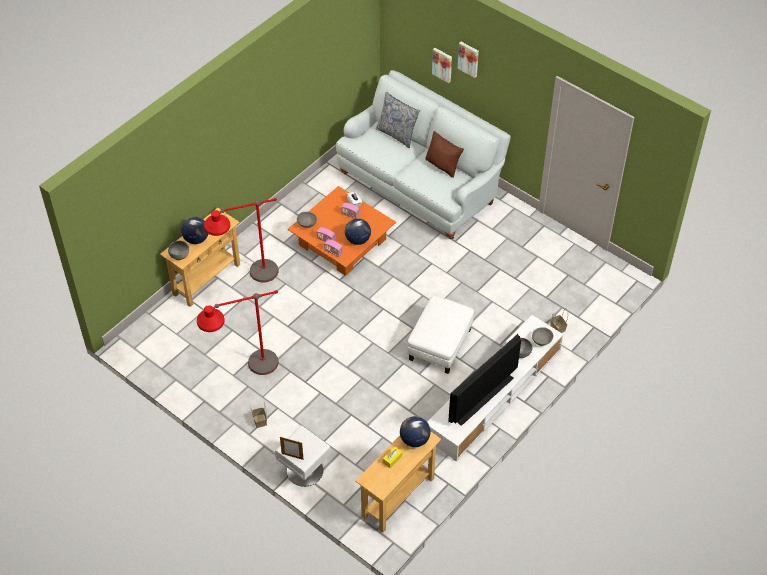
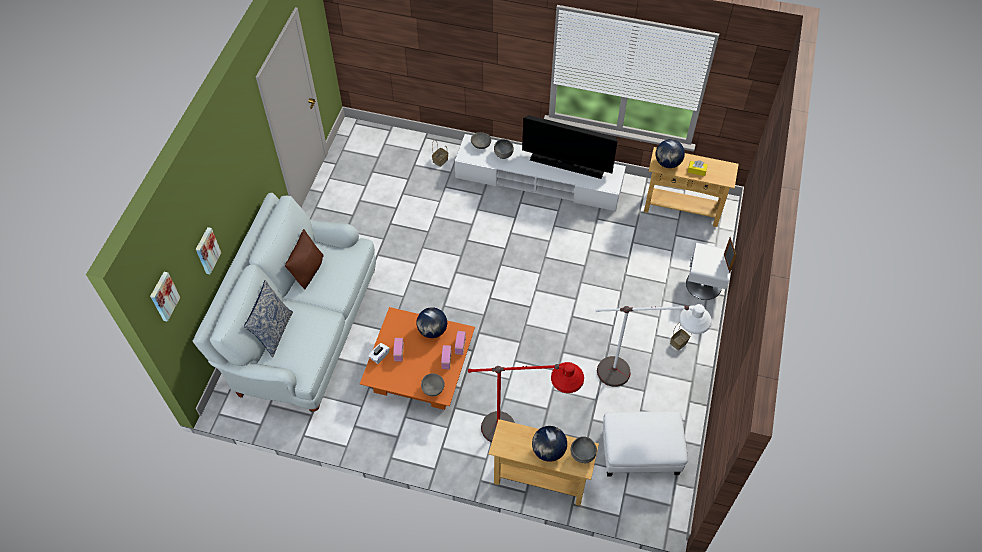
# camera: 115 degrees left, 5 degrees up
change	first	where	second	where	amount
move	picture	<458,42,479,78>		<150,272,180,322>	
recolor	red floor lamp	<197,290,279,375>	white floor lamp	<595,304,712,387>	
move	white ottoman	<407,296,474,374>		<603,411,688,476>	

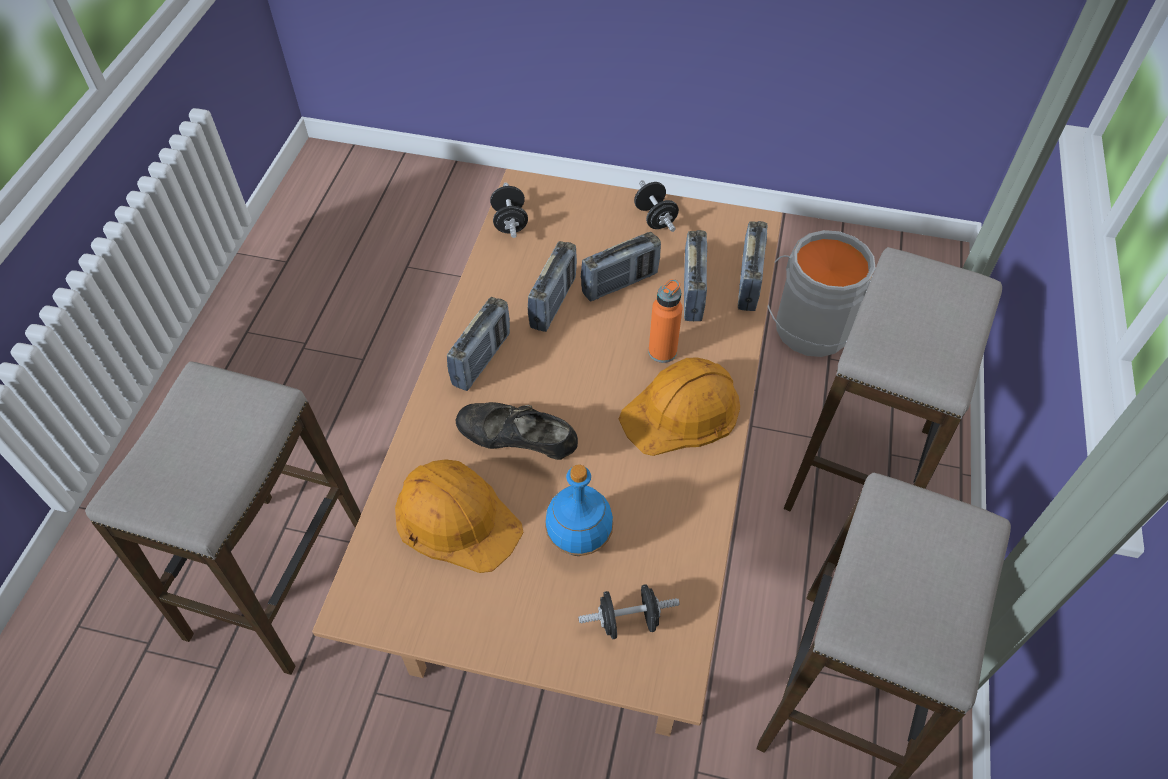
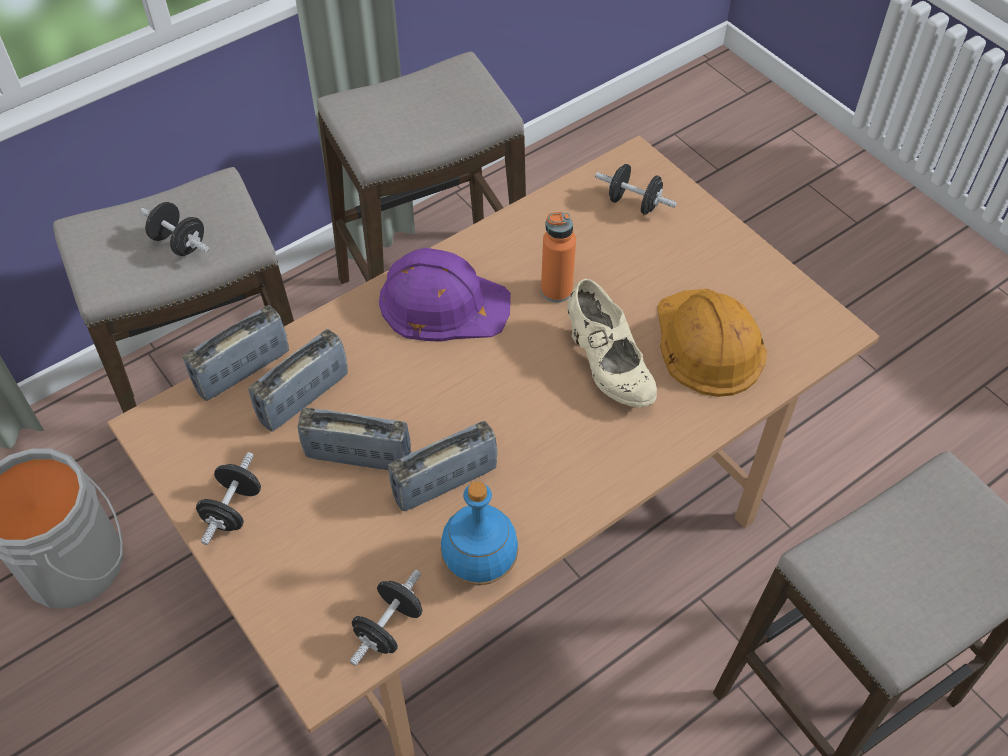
# camera: 140 degrees left, 0 degrees up
change	first	where	second	where	amount
insert			black dumbbell	<140,202,209,256>	
recolor	orange hard hat	<619,358,740,456>	purple hard hat	<379,248,511,342>	
move	blue bottle	<545,464,613,556>		<440,481,519,585>	
move	orange bottle	<649,279,682,363>		<541,212,576,303>	
recolor	black shoe	<456,402,578,460>	beige shoe	<567,279,657,407>	
delete	radio	<447,297,510,391>			

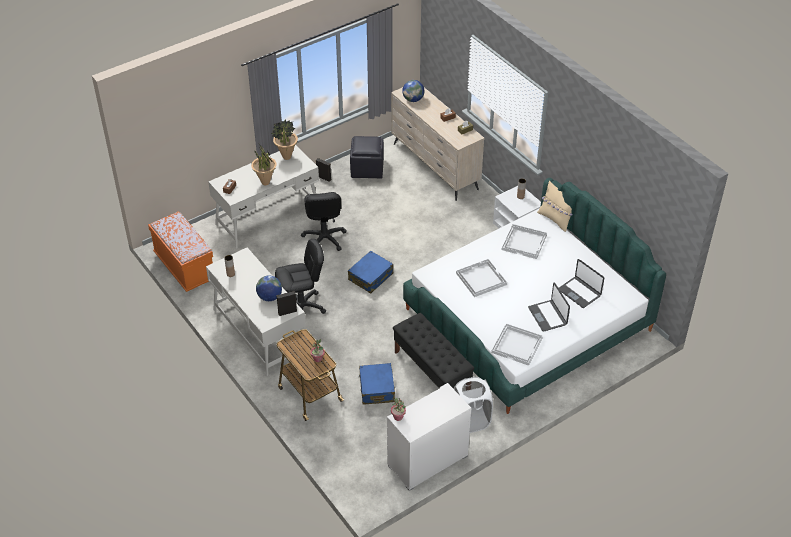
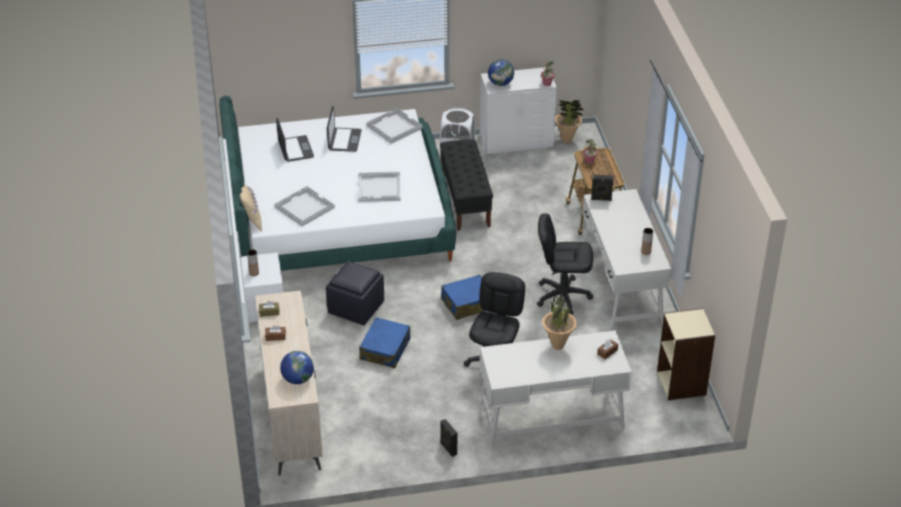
# camera: 155 degrees left, 5 degrees down
change	first	where	second	where	amount
move	black ottoman	<350,136,384,179>		<326,261,384,325>	
move	blue suitcase	<359,363,395,405>		<359,317,411,368>	
move	globe	<256,275,282,301>		<488,59,514,86>	
move	potted plant	<271,120,298,160>		<555,100,583,143>	
replace	orange bench	<148,212,213,292>	beige bookcase	<657,308,715,400>	

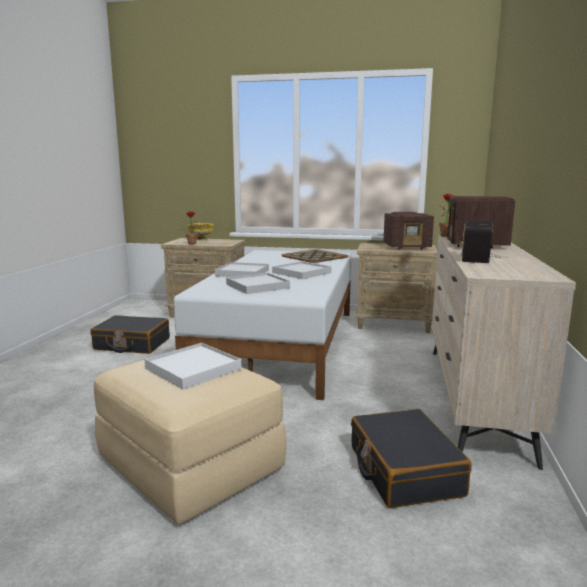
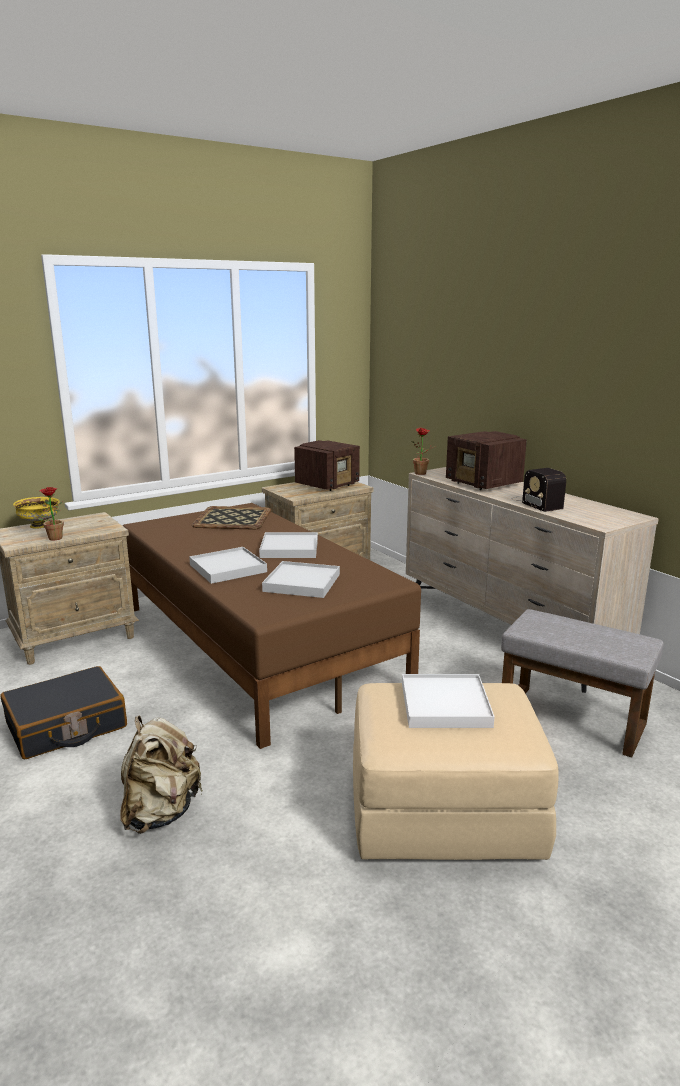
# camera: 45 degrees left, 5 degrees up
change	first	where	second	where	amount
insert			beige backpack	<120,716,203,834>	
recolor	white bed	<174,250,351,400>	brown bed	<123,503,421,749>	
replace	black suitcase	<351,409,471,508>	grey ottoman	<501,609,664,758>	

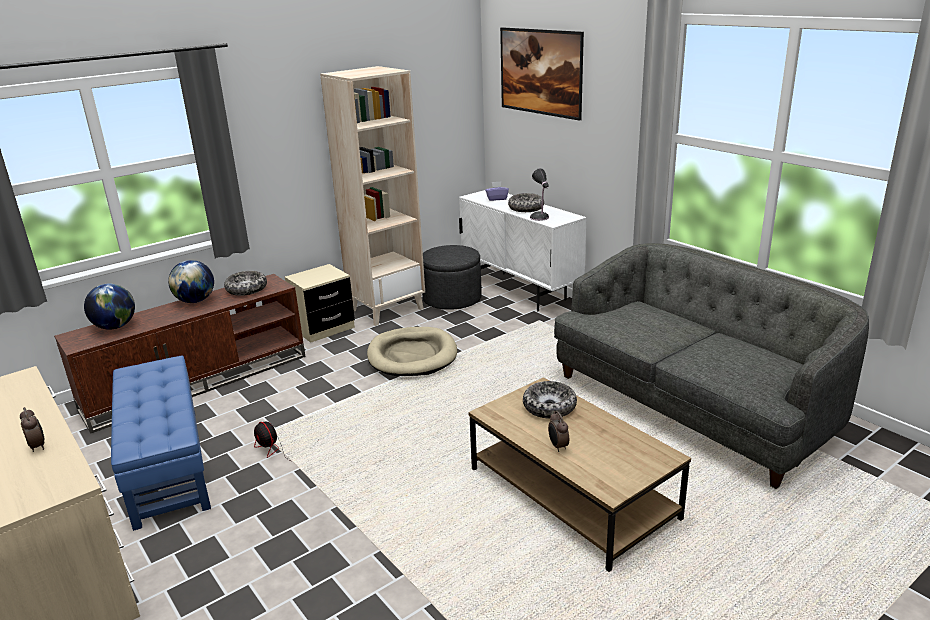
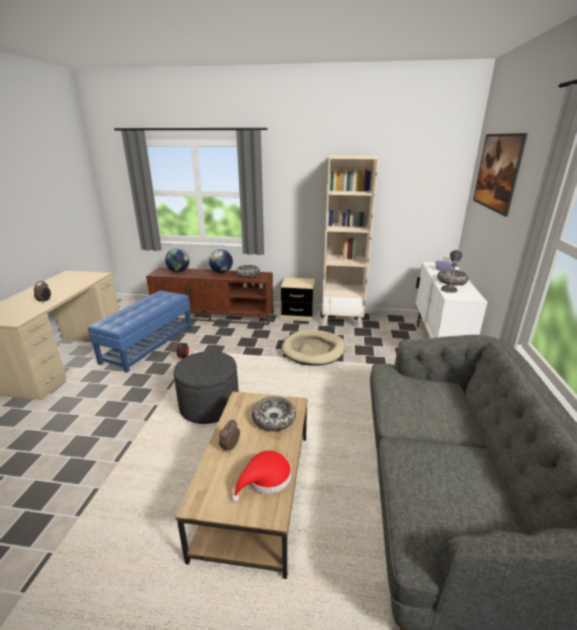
# camera: 45 degrees right, 0 degrees up
change	first	where	second	where	amount
move	grey ottoman	<422,245,482,310>		<174,351,239,424>	
insert			red hat	<232,451,292,502>	

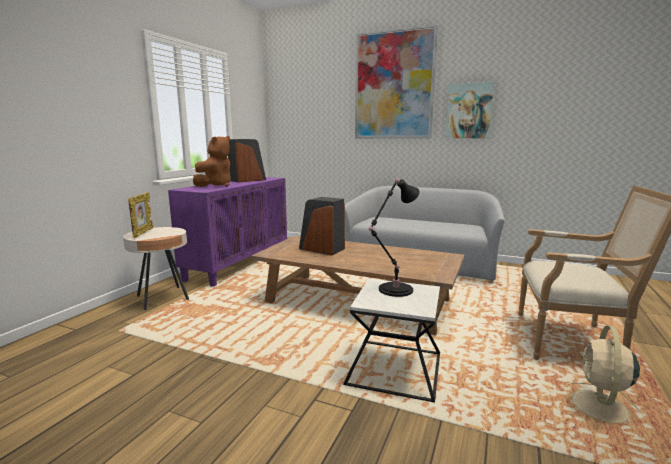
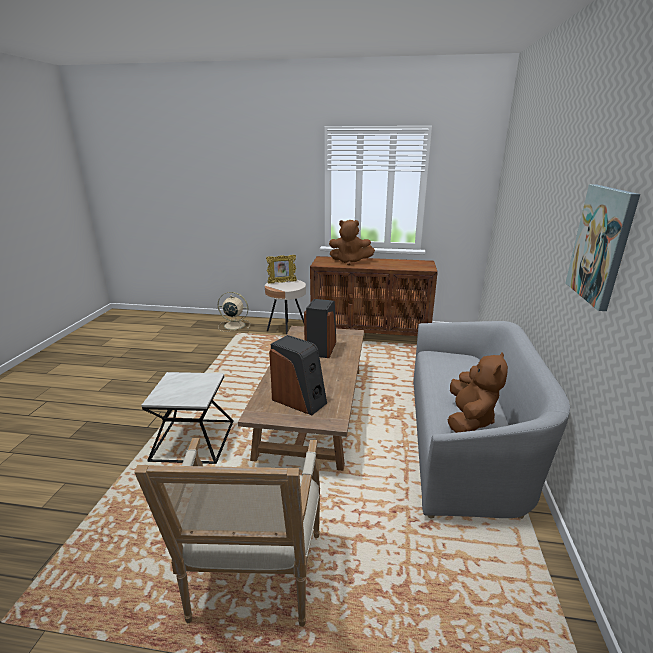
# camera: 75 degrees right, 10 degrees up
change	first	where	second	where	amount
move	beige fan	<562,325,644,423>		<218,292,250,332>	
move	speaker	<228,139,266,183>		<269,335,327,415>	
recolor	purple cabinet	<168,177,287,287>	brown cabinet	<310,256,438,336>	
insert			brown plush toy	<448,352,508,433>	
delete	picture	<355,25,438,139>			
delete	black table lamp	<369,179,419,297>			

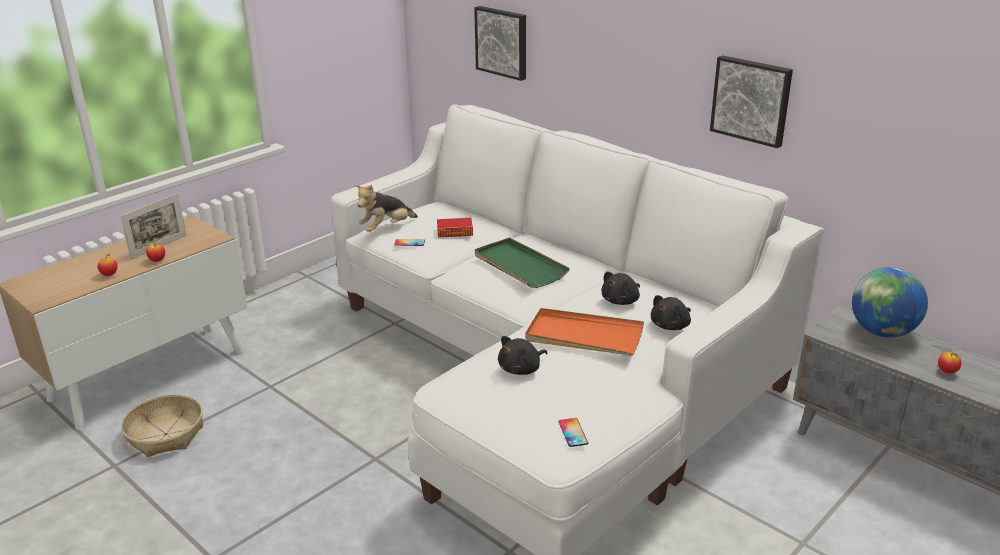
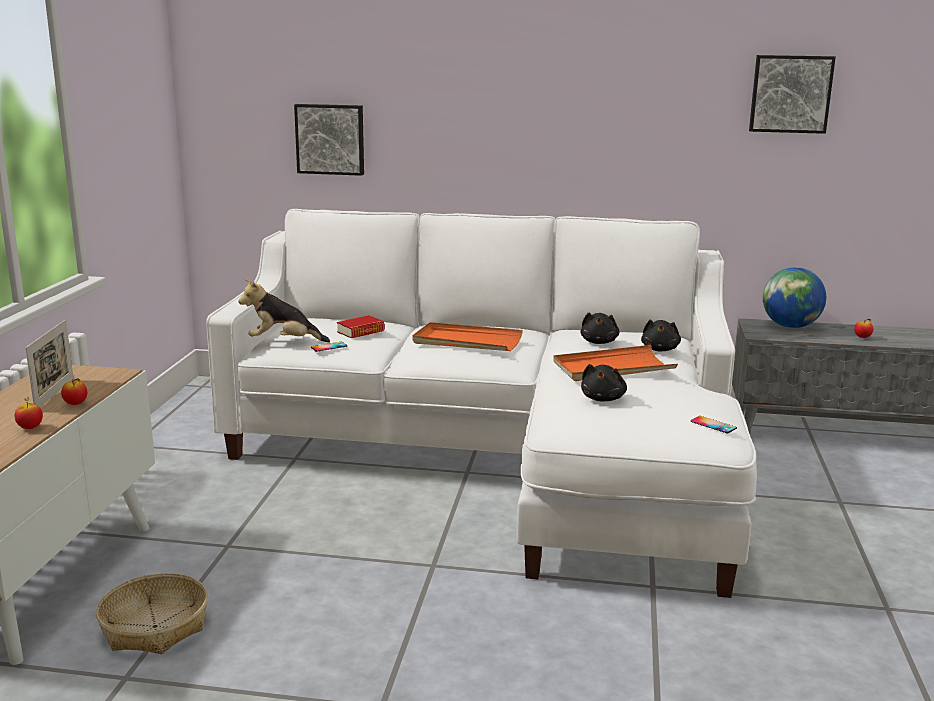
# camera: 35 degrees left, 10 degrees down
change	first	where	second	where	amount
rotate	plush toy	<355,185,418,232>		<238,279,330,342>	75 degrees clockwise
recolor	green tray	<475,237,570,288>	orange tray	<413,322,523,351>	
move	picture	<710,55,793,148>		<749,55,836,134>	

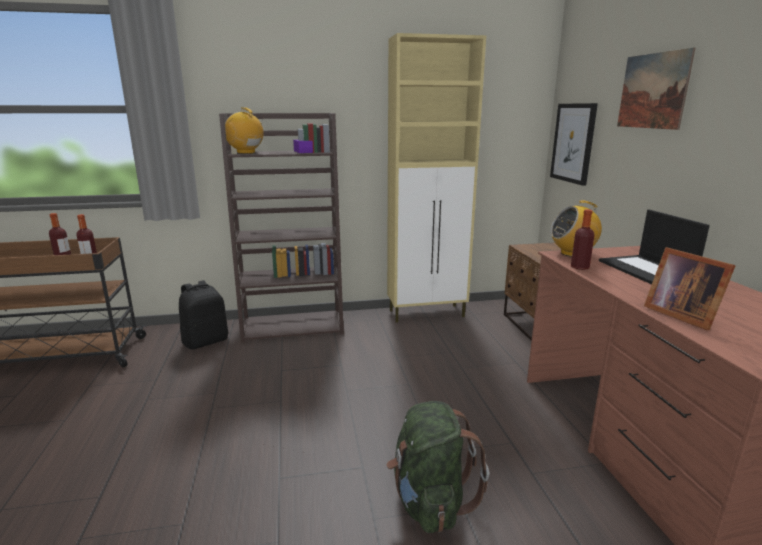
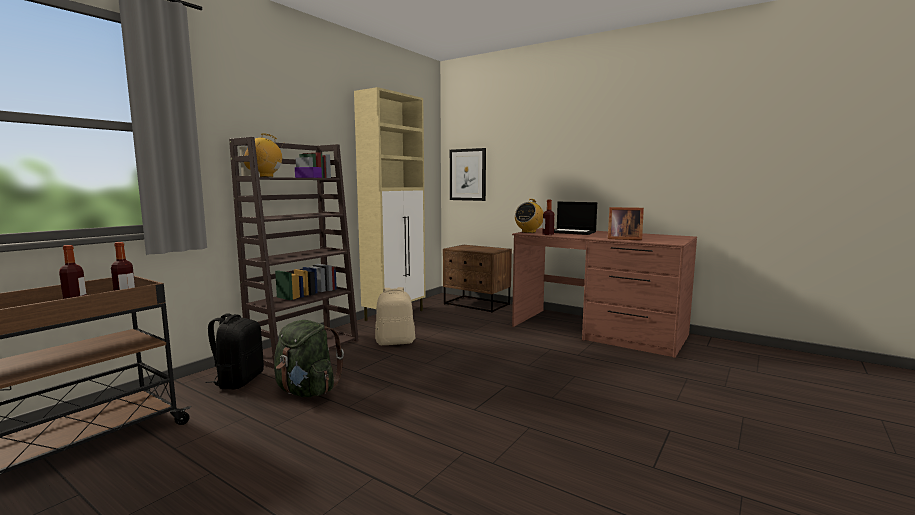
# camera: 45 degrees left, 10 degrees down
change	first	where	second	where	amount
move	green backpack	<386,401,489,533>		<274,320,344,397>	
insert			beige backpack	<375,287,415,345>	
delete	picture	<617,48,695,130>			

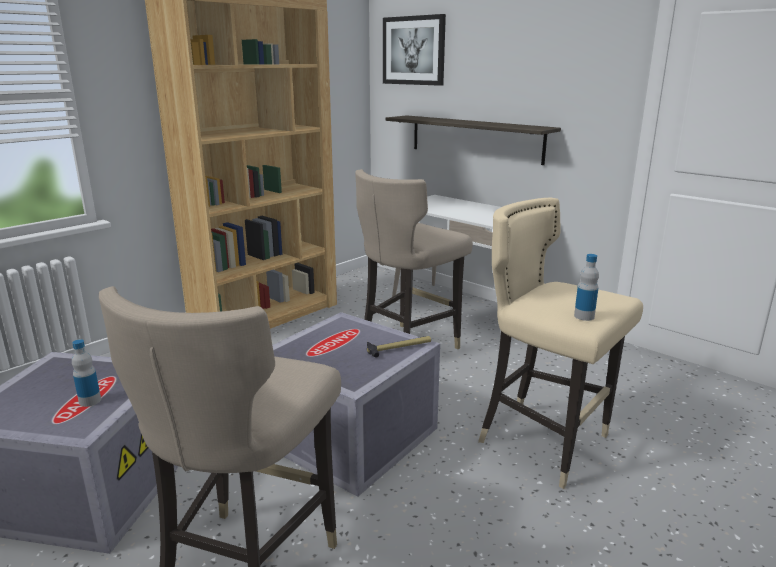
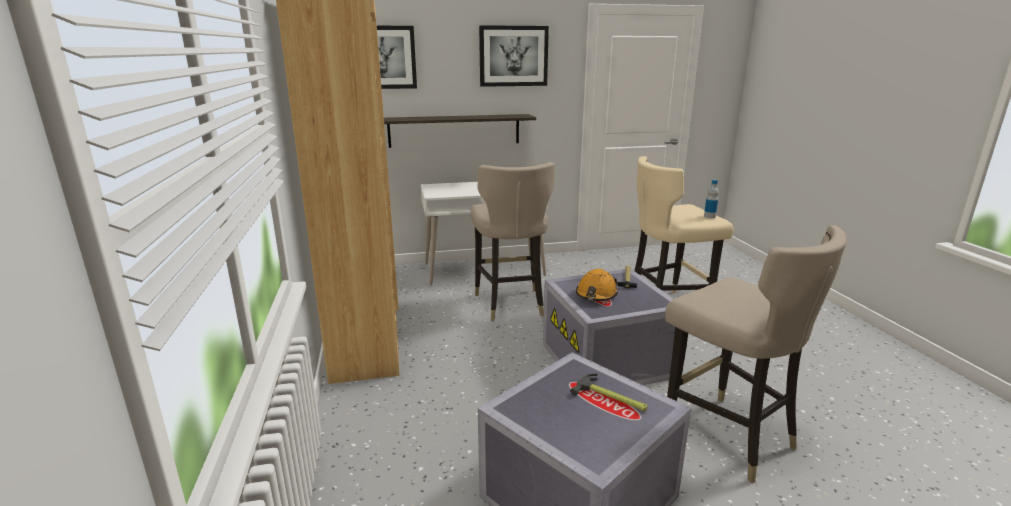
# camera: 55 degrees left, 0 degrees up
change	first	where	second	where	amount
insert			picture	<479,25,549,87>	
replace	bottle	<72,339,101,407>	hammer	<570,373,648,411>	
insert			orange hard hat	<576,269,618,301>	

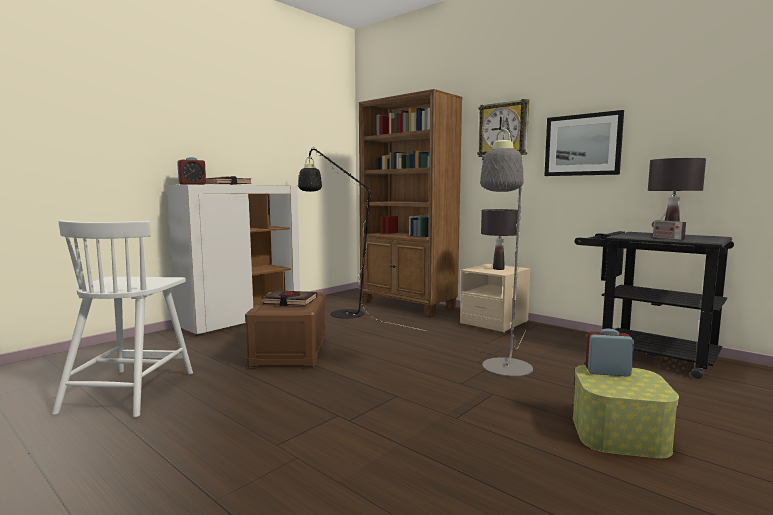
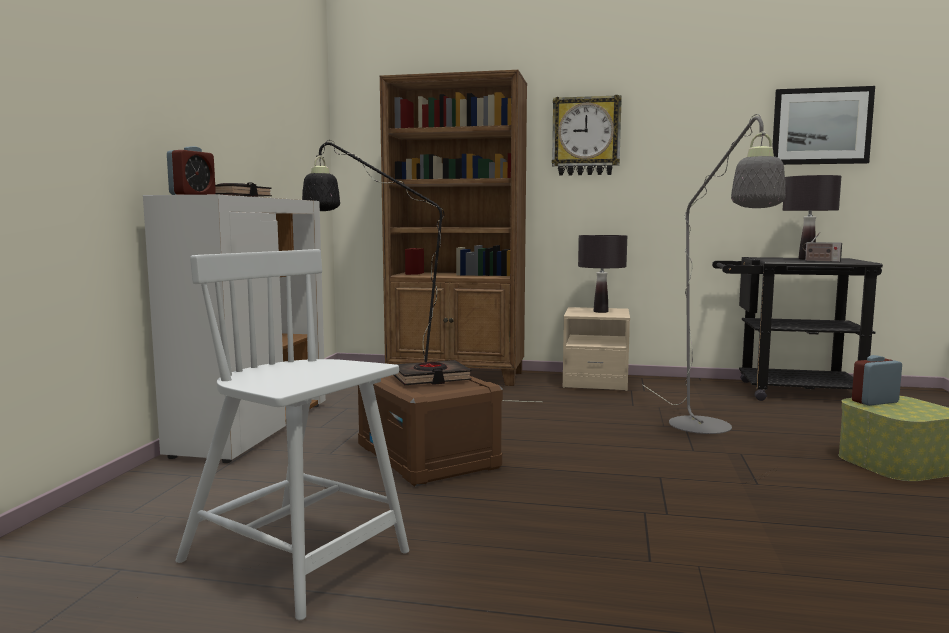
# camera: 30 degrees left, 0 degrees up
change	first	where	second	where	amount
rotate	white chair	<52,220,193,417>		<176,249,409,620>	150 degrees clockwise
move	picture	<544,110,624,176>		<772,86,875,165>	

